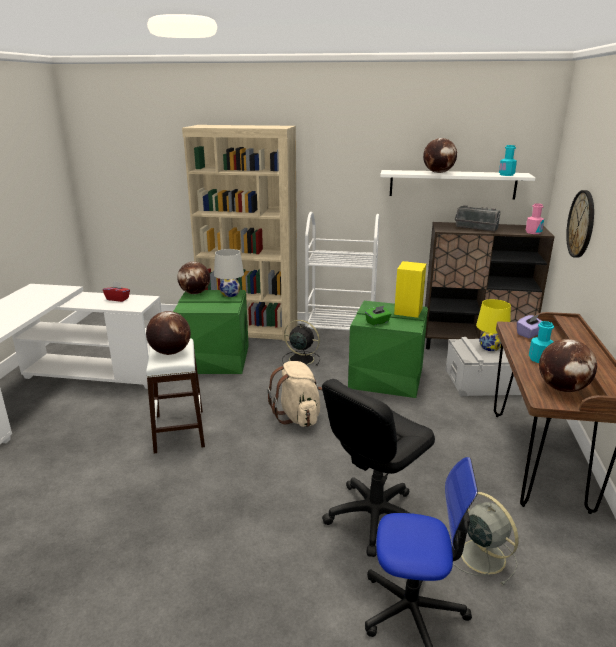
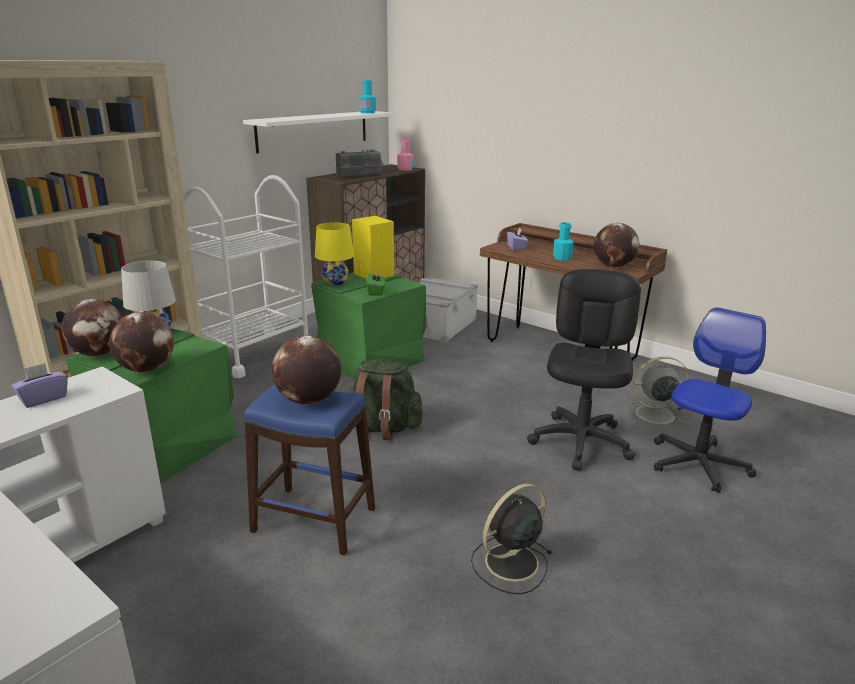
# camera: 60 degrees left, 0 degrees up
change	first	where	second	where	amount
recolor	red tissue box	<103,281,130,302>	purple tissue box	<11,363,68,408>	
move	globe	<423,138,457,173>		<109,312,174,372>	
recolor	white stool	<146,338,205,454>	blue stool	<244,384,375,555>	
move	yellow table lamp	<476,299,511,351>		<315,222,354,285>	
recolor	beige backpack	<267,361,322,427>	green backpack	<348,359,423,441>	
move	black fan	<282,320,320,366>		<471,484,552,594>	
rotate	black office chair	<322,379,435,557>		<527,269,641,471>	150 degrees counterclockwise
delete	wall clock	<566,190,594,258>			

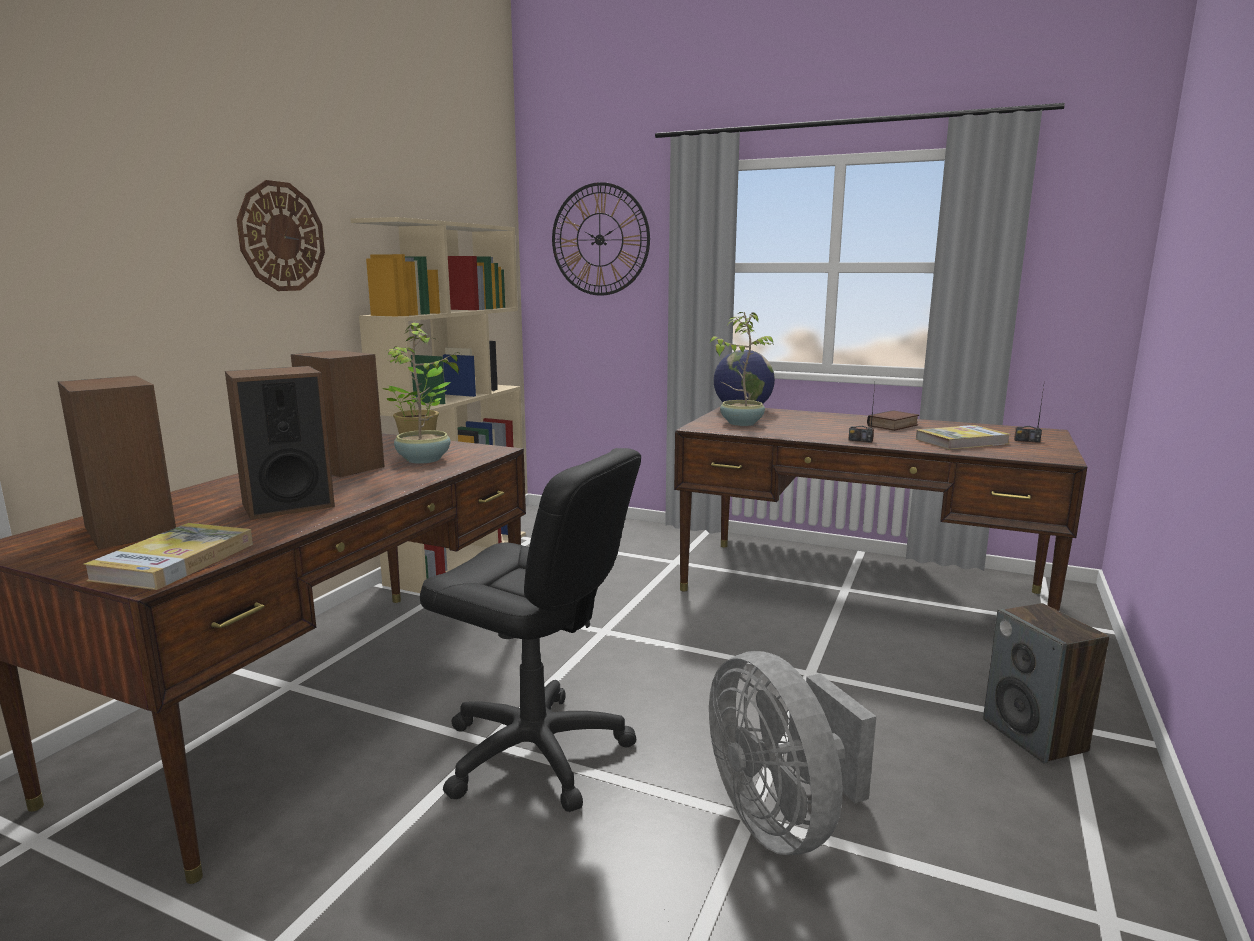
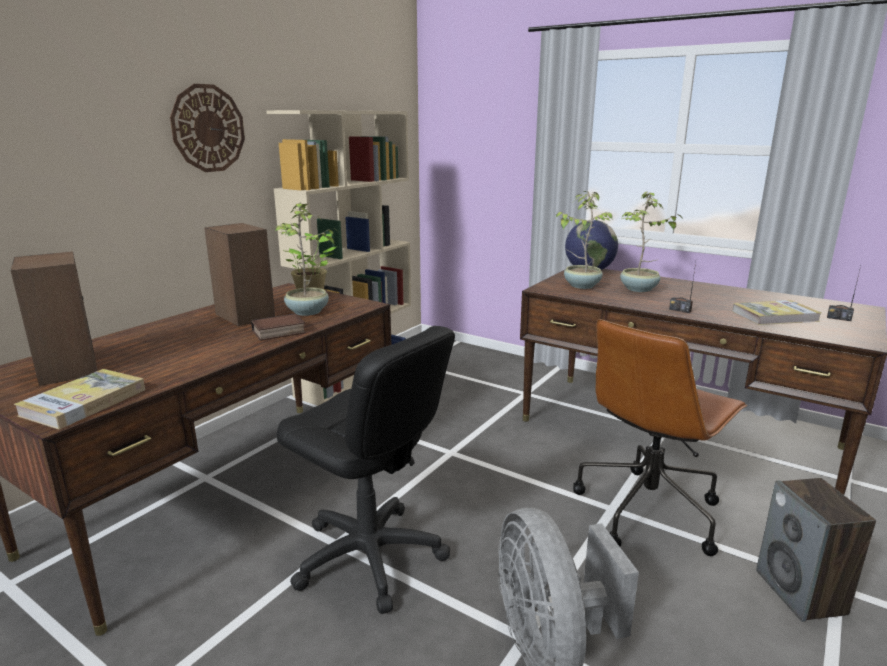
# camera: 10 degrees right, 5 degrees up
change	first	where	second	where	amount
move	book	<867,410,919,431>		<251,314,306,341>	
insert			brown office chair	<573,319,748,556>	
insert			potted plant	<620,192,683,292>	
delete	speaker	<225,366,335,520>			
delete	wall clock	<552,182,650,296>			

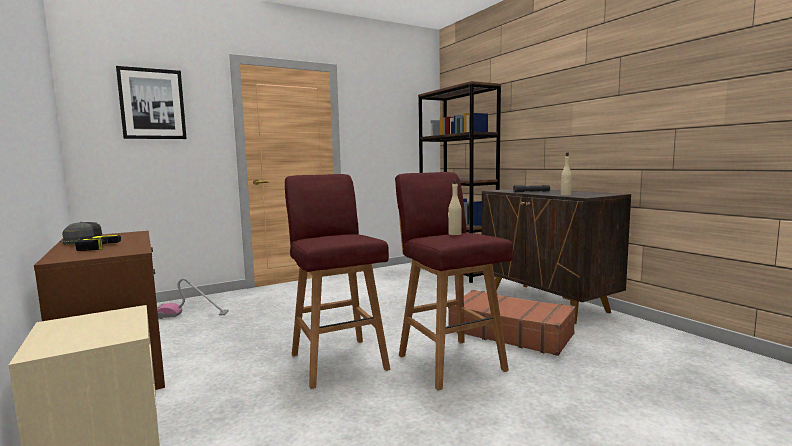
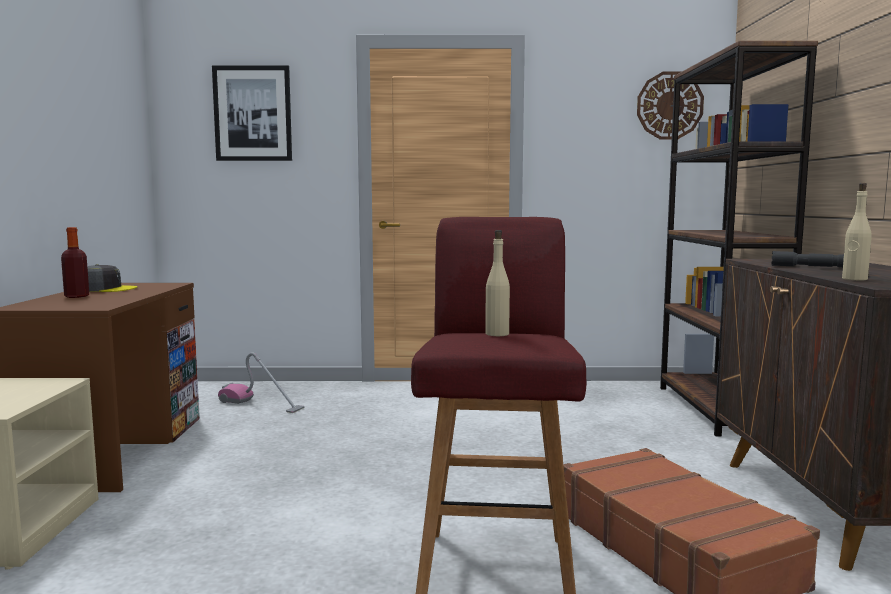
# camera: 30 degrees right, 0 degrees up
change	first	where	second	where	amount
replace	power drill	<60,235,121,251>	bottle	<61,227,89,298>	
insert			wall clock	<637,71,704,140>	
delete	red stool	<285,174,390,389>			

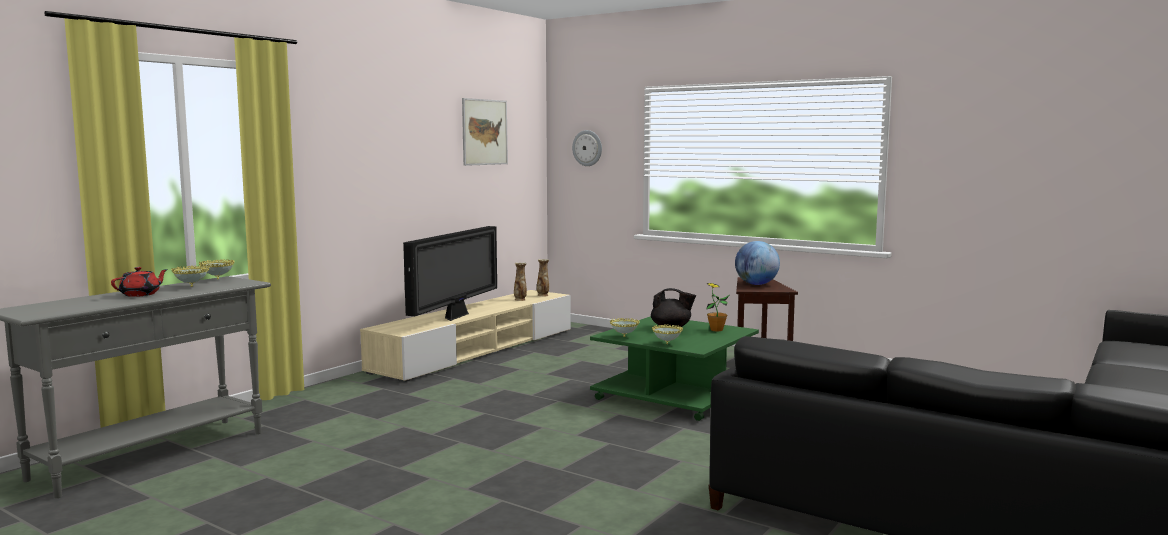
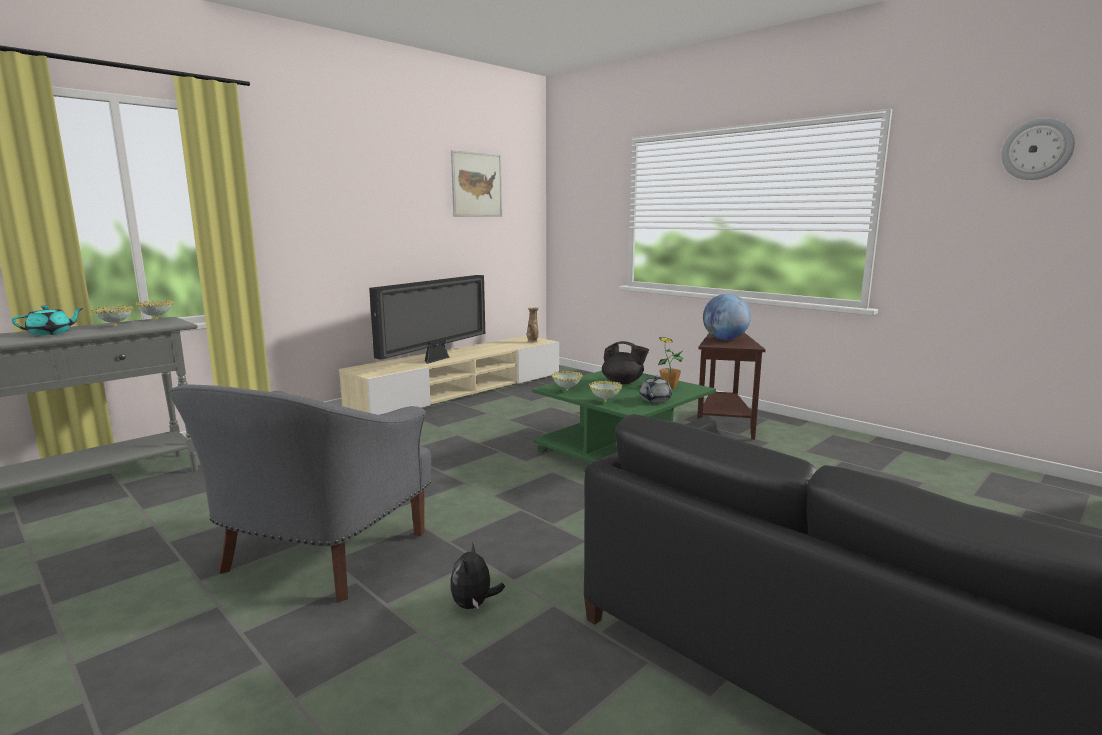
# camera: 10 degrees right, 5 degrees up
change	first	where	second	where	amount
recolor	red teapot	<111,267,168,297>	turquoise teapot	<12,305,84,335>	
insert			grey armchair	<168,384,431,602>	
insert			plush toy	<450,542,505,609>	
insert			grey teapot	<640,375,672,403>	
move	wall clock	<572,130,602,166>		<1001,118,1075,180>	
delete	vase	<514,262,527,301>			

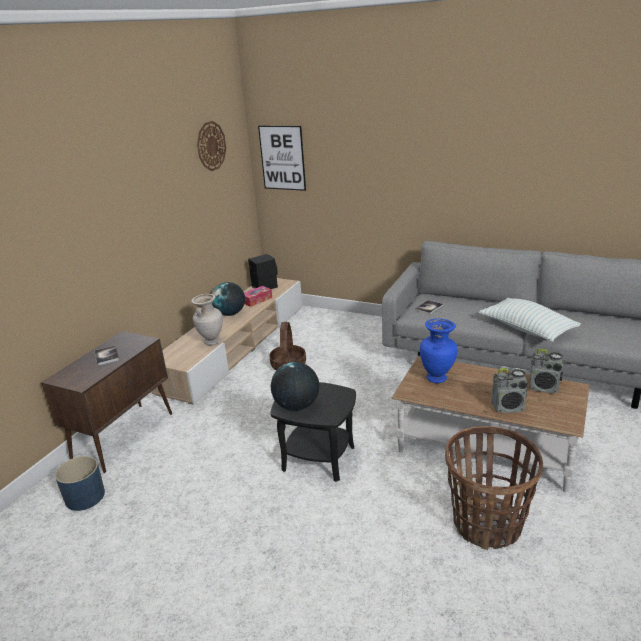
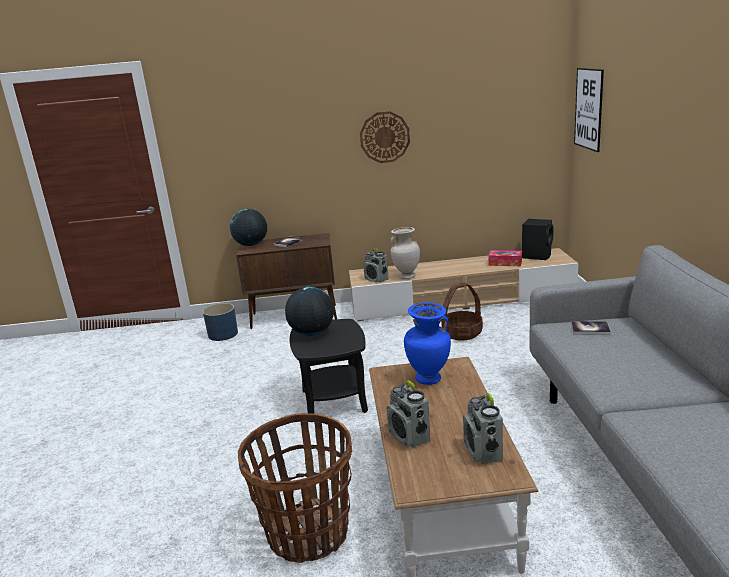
# camera: 60 degrees right, 5 degrees down
change	first	where	second	where	amount
move	globe	<212,282,245,316>		<230,209,267,246>	
move	wall clock	<197,121,226,171>		<360,111,410,163>	
insert			radio	<363,248,389,283>	
delete	pillow	<479,298,581,342>			

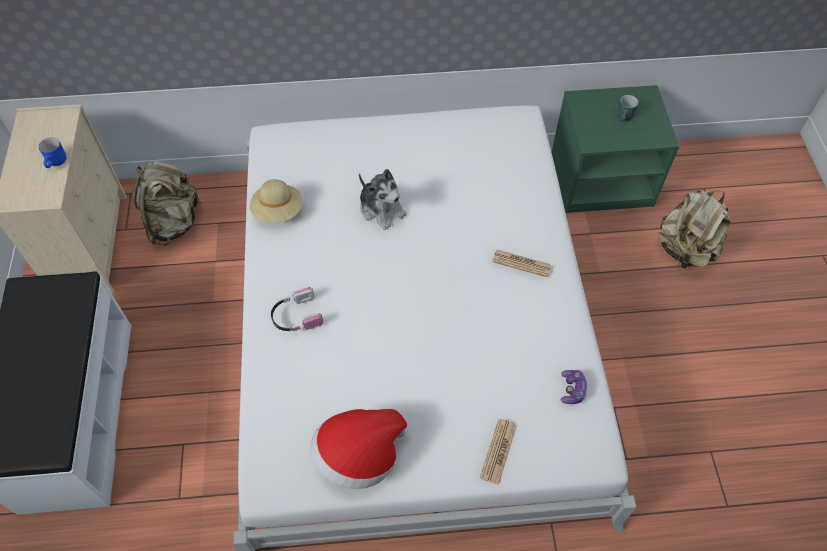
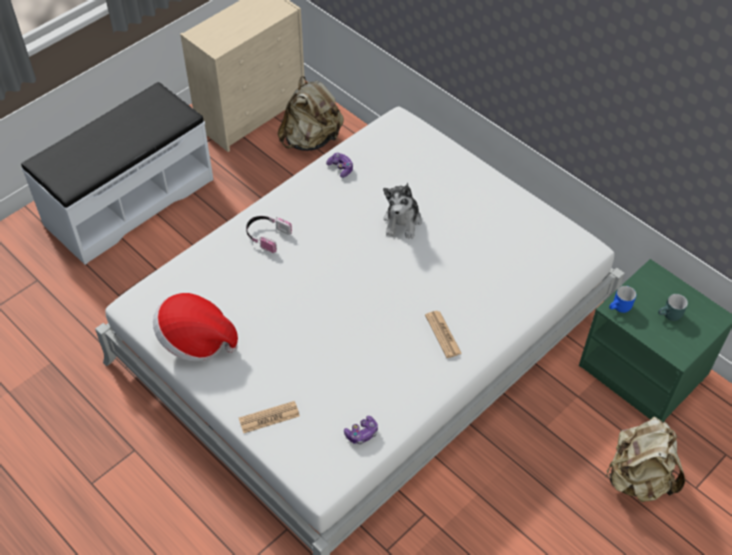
# camera: 50 degrees right, 5 degrees down
change	first	where	second	where	amount
replace	beige hat	<250,179,302,223>	game controller	<326,153,353,178>	
move	blue mug	<39,137,66,168>		<609,286,636,313>	

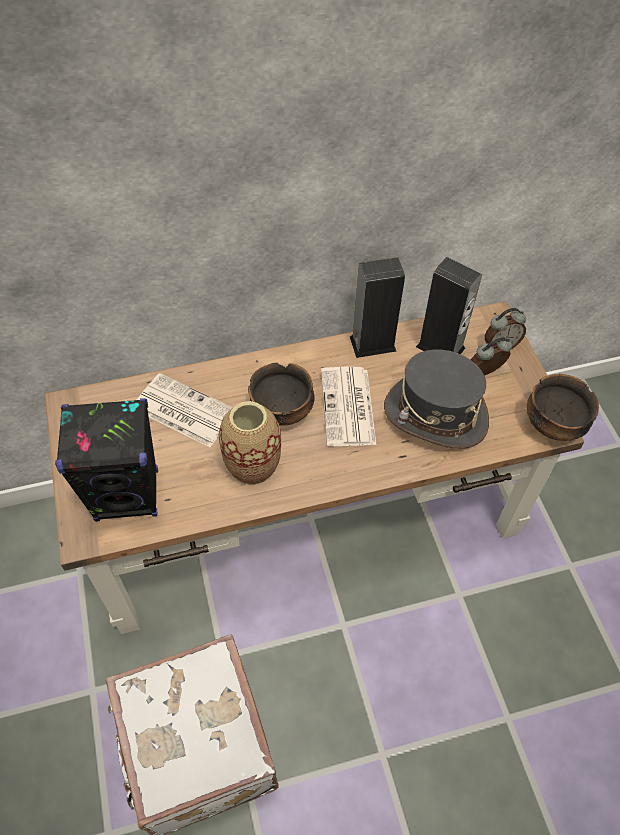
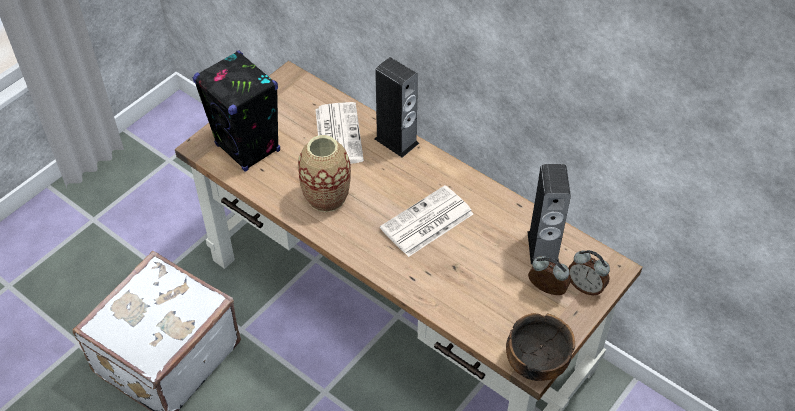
# camera: 55 degrees right, 5 degrees down
change	first	where	second	where	amount
move	speaker	<350,257,405,358>		<374,57,419,158>	
delete	bowl	<248,363,315,426>			
delete	grey hat	<384,350,489,449>			

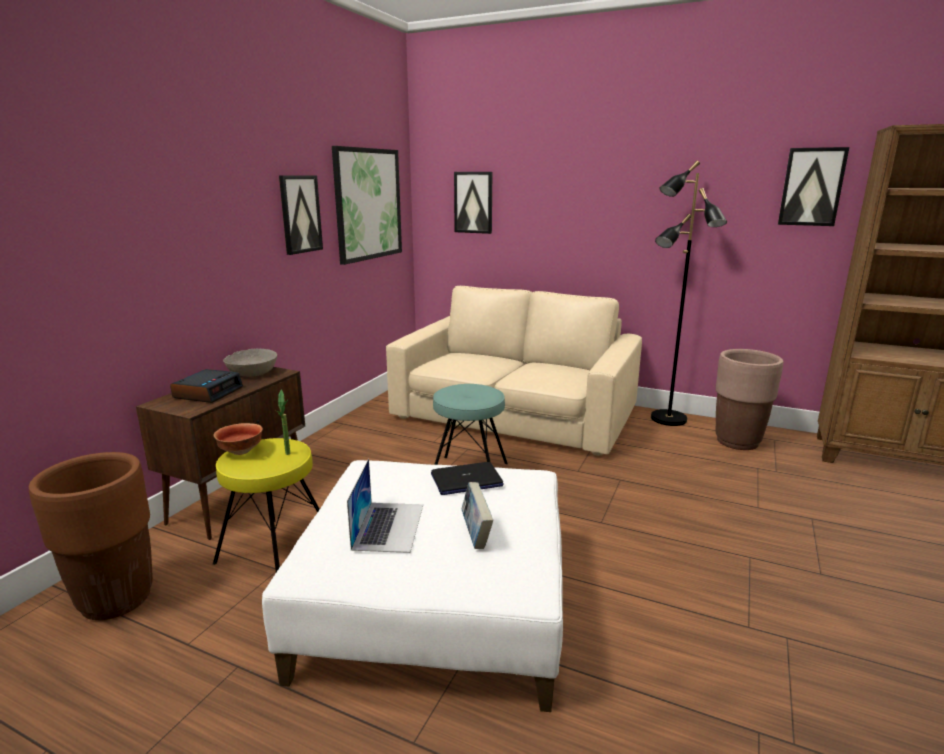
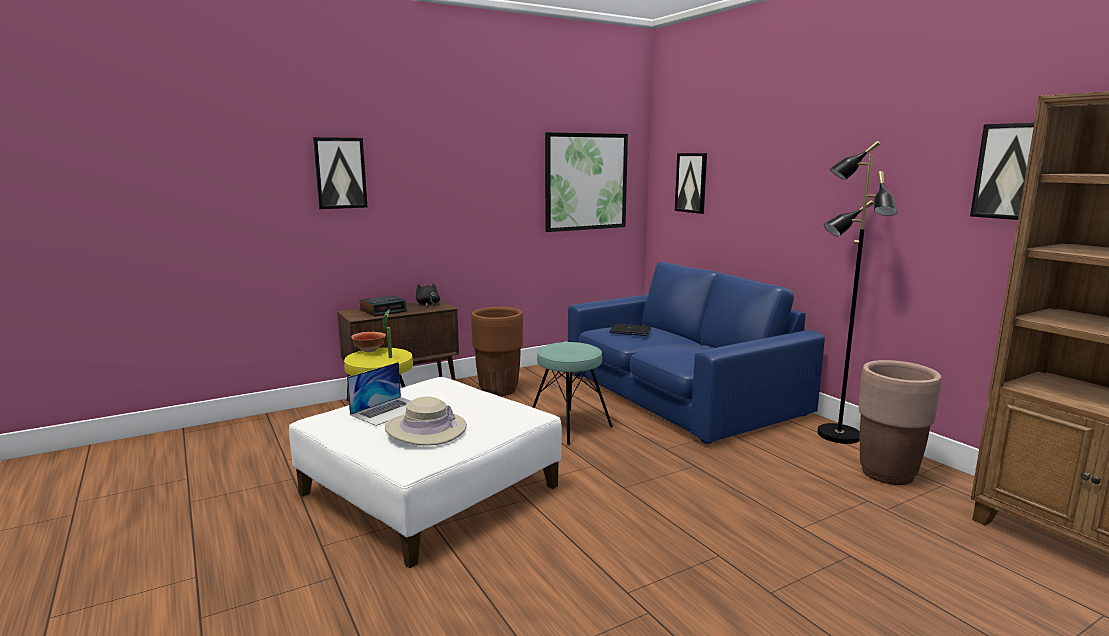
# camera: 35 degrees right, 5 degrees down
change	first	where	second	where	amount
move	picture	<279,175,323,255>		<313,137,367,209>	
replace	book	<461,482,493,549>	beige hat	<385,397,467,446>	
replace	grey bowl	<223,349,277,377>	black plush toy	<416,283,440,306>	
move	brown planter	<29,452,153,620>		<471,307,523,396>	
recolor	beige sofa	<386,286,642,456>	blue sofa	<568,262,825,444>	
move	laptop	<431,462,504,495>		<609,324,651,336>	

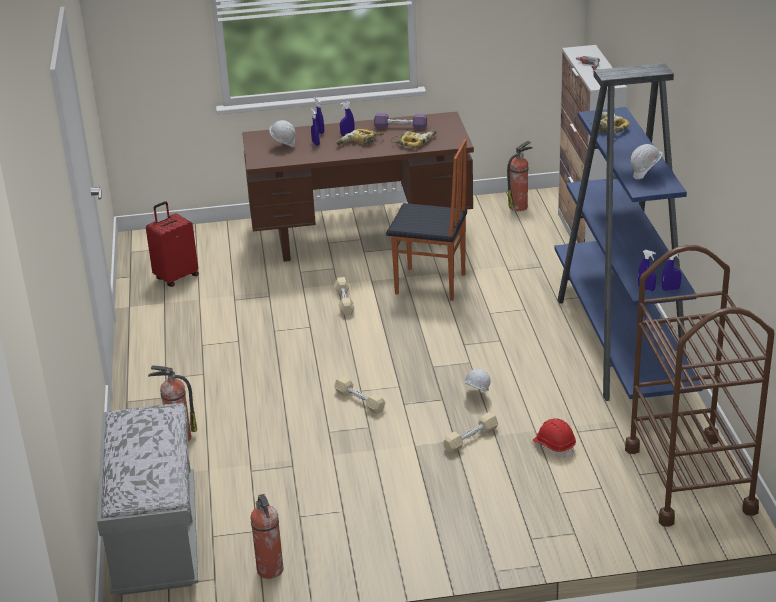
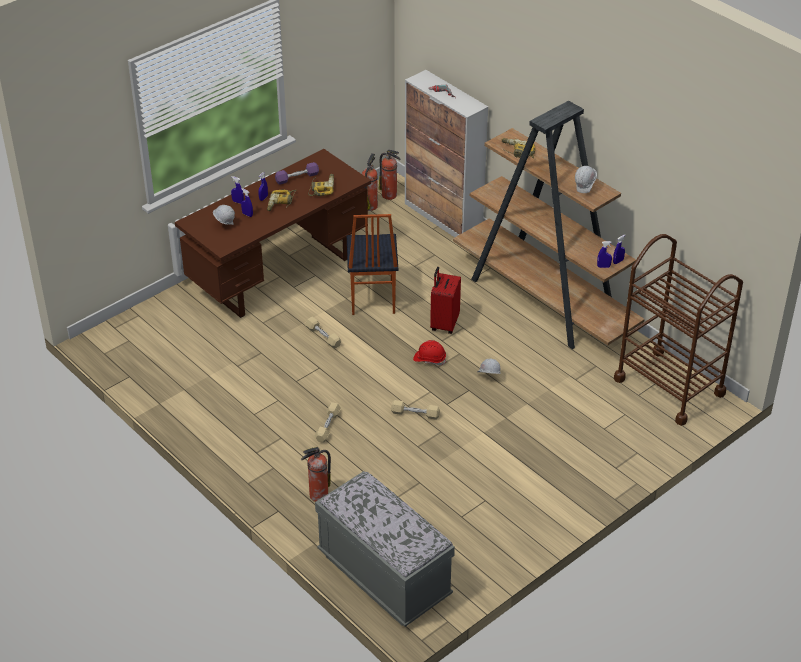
# camera: 35 degrees left, 10 degrees up
change	first	where	second	where	amount
move	beige dumbbell	<443,412,498,453>		<315,402,341,443>	
rotate	chair	<386,139,467,301>		<347,214,398,315>	105 degrees clockwise
move	fire extinguisher	<250,494,283,579>		<379,150,401,200>	
move	red hard hat	<533,418,576,457>		<413,340,446,365>	
move	red suitcase	<146,201,199,287>		<430,267,461,334>	
recolor	blue bookcase	<554,63,702,401>	brown bookcase	<453,101,645,349>	

